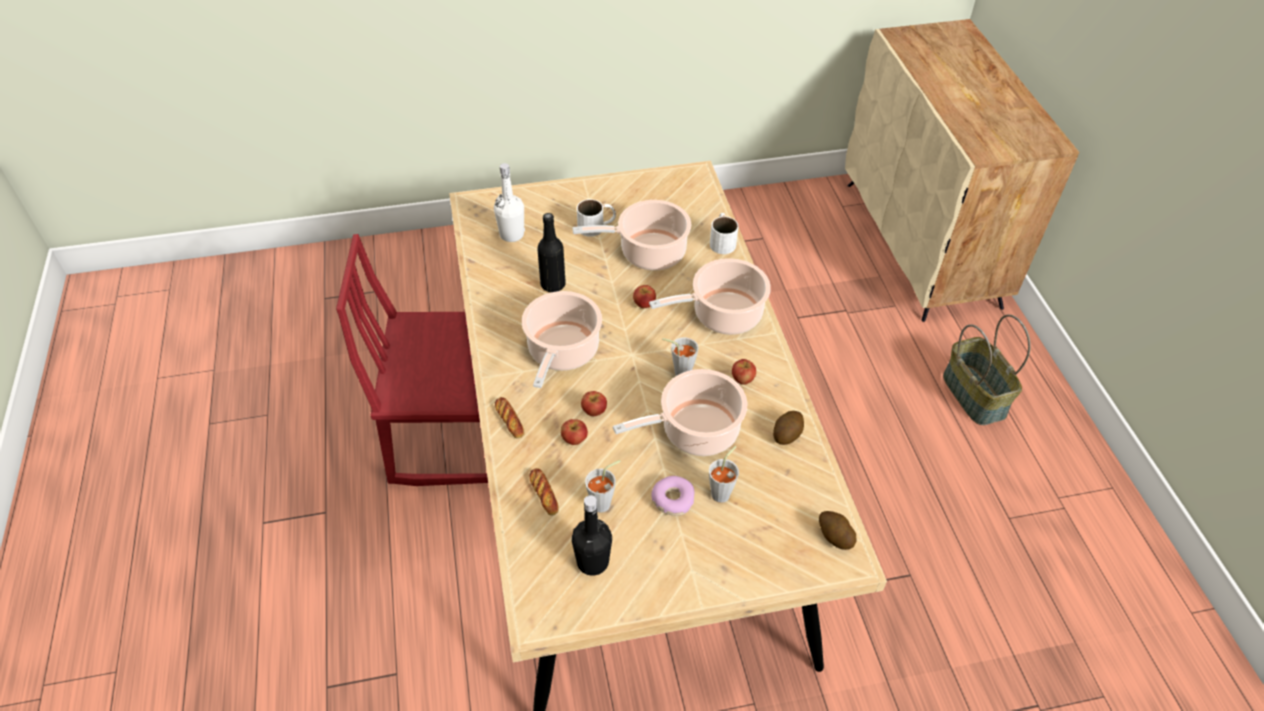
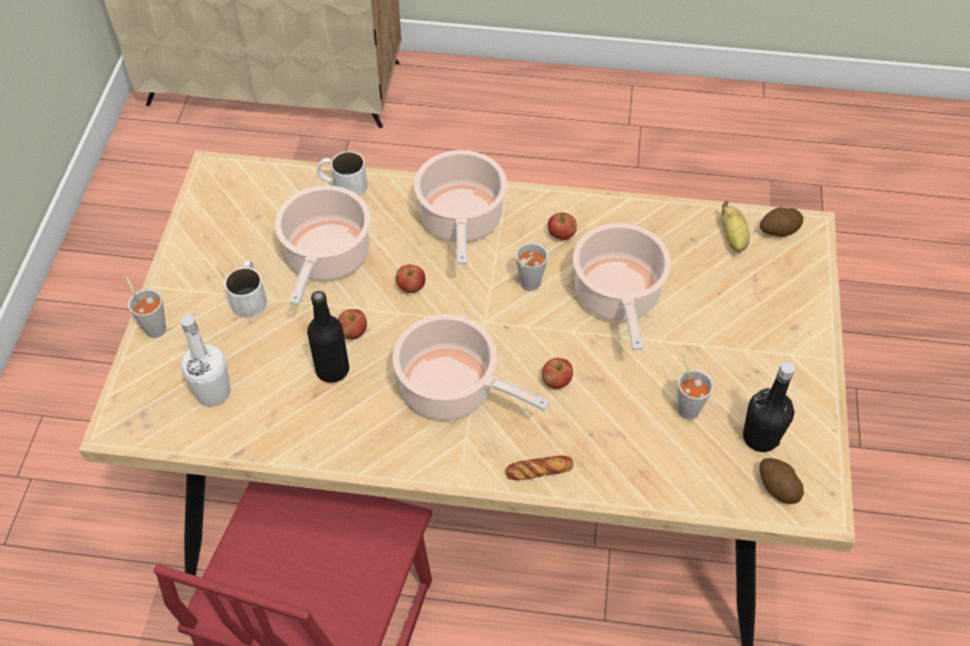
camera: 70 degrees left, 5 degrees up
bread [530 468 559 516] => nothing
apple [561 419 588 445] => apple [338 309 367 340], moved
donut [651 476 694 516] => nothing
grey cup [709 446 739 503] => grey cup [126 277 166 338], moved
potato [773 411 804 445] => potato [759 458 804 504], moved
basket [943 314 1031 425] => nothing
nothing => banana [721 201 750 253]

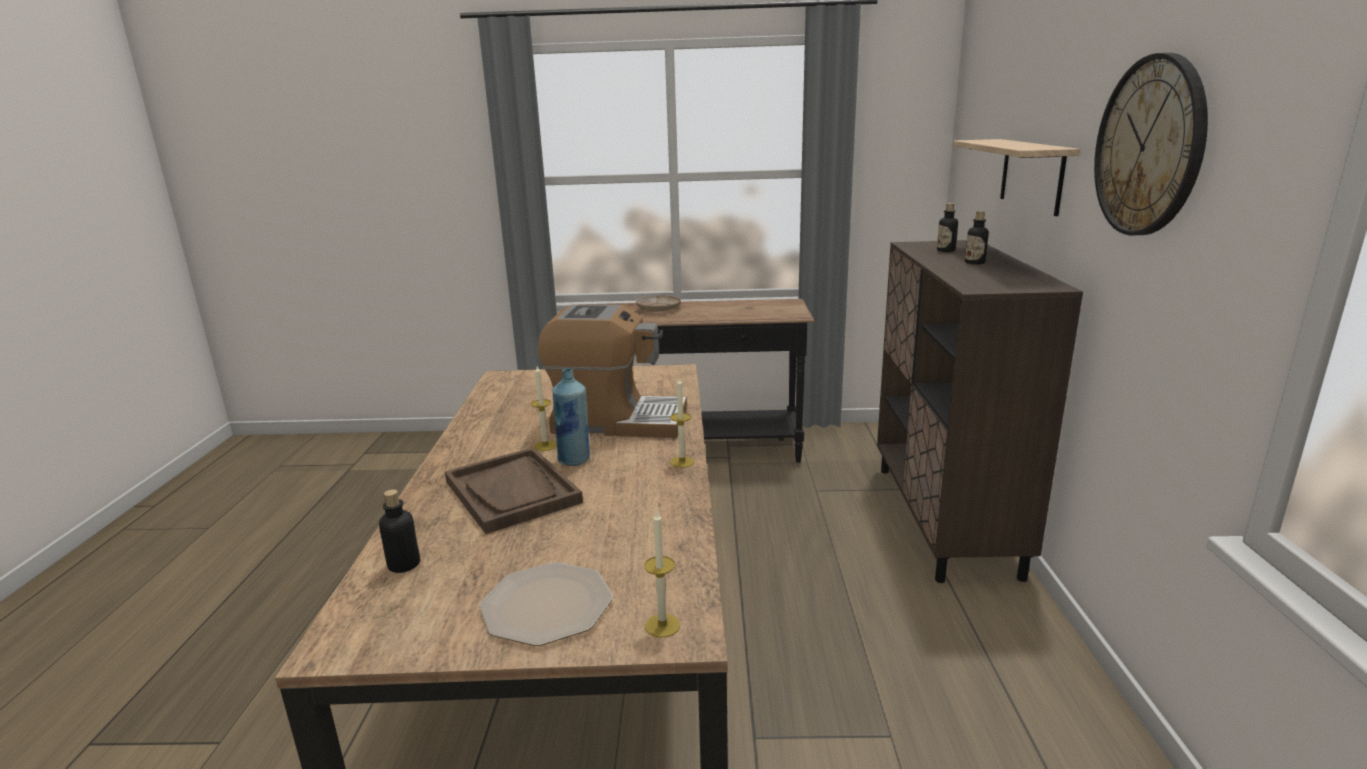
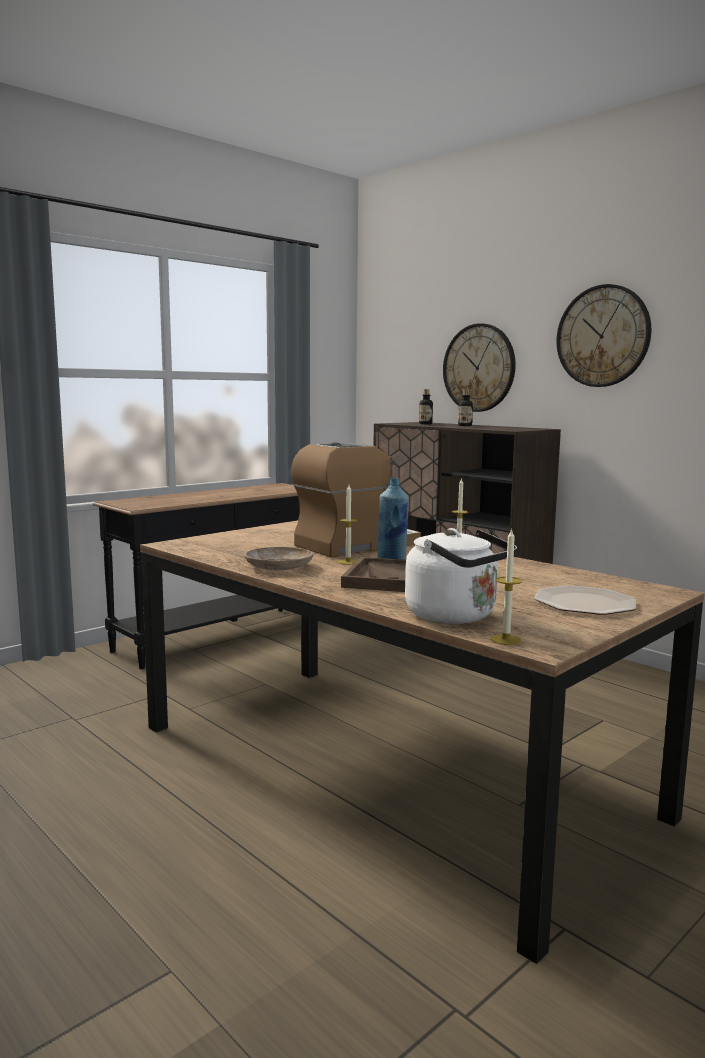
camera: 45 degrees left, 10 degrees down
bottle [379 489 420 573] => white kettle [405 528 517 624]
beige plate [636 295 681 312] => beige plate [245 547 313 571], moved
candle [644 512 680 638] => candle [491 528 522 645], moved
shelf [953 139 1080 216] => wall clock [443 323 516 412]

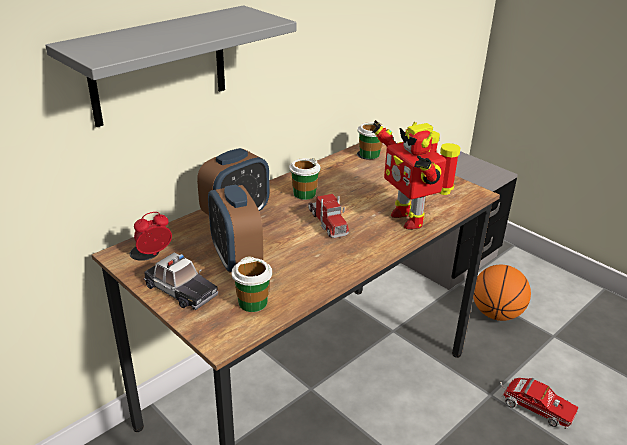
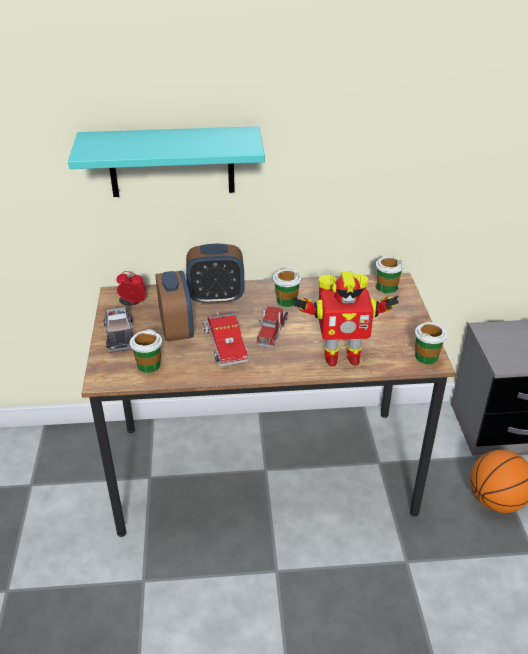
camera: 40 degrees right, 5 degrees up
grey shelf [45 5 296 127] => turquoise shelf [68 126 265 197]
alarm clock [208 185 263 273] => alarm clock [155 271 194 342], 150 degrees clockwise
toy robot [372 120 460 229] => toy robot [293 271 399 366], 105 degrees counterclockwise
toy truck [500 378 579 429] => toy truck [203 311 249 366], moved
nothing => cup [415 322 447 364]

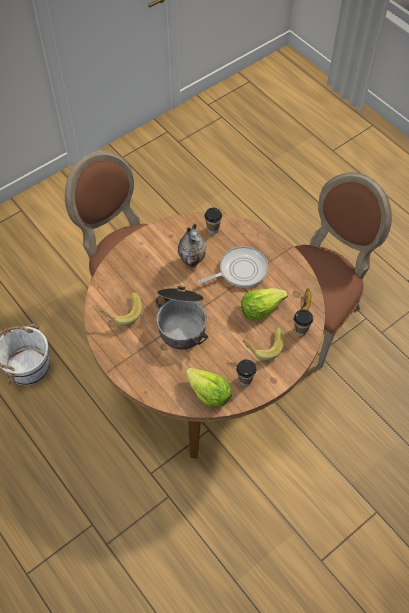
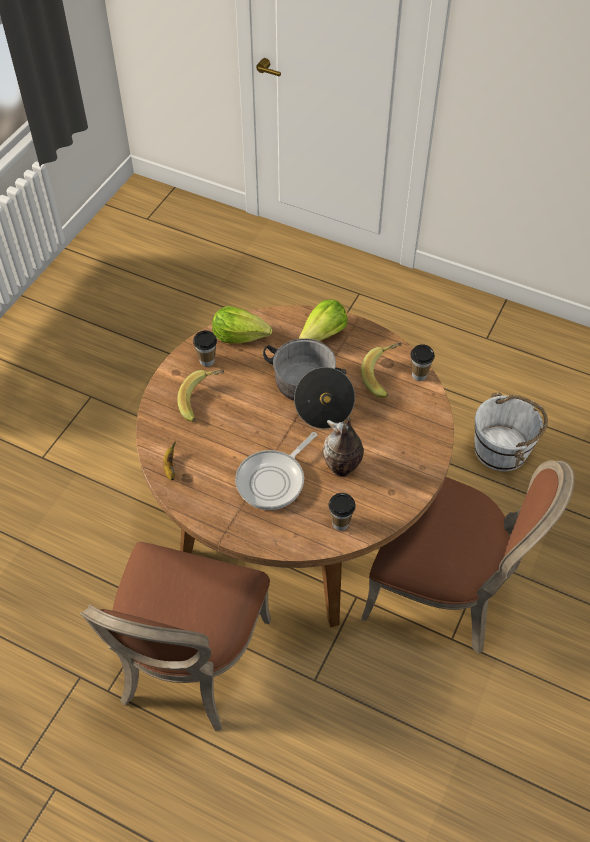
camera: 155 degrees right, 5 degrees down
lettuce [241 288 288 321] => lettuce [299 299 348 341], moved
cup [294 309 313 336] => cup [410 344 435 381], moved

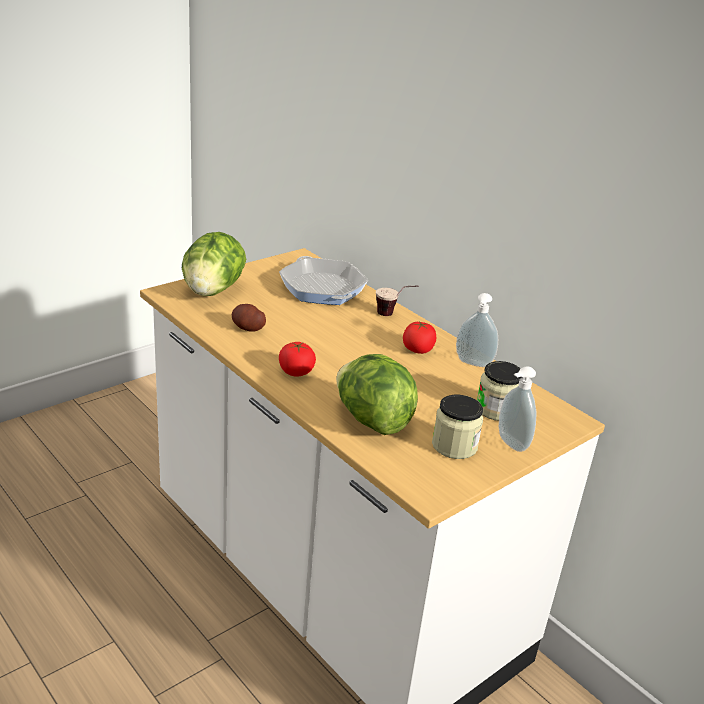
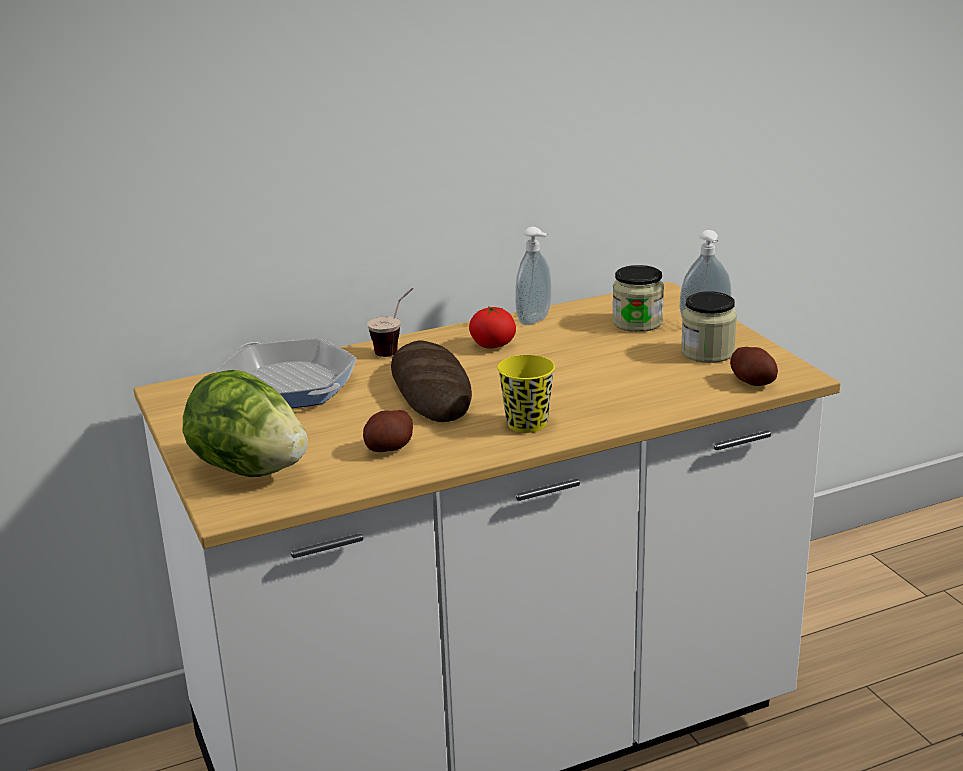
camera: 70 degrees left, 5 degrees down
frying pan [279 256 368 305] => frying pan [215 338 357 408], 120 degrees counterclockwise
tomato [279 342 316 377] => yellow cup [497 355 555 433]
lettuce [336 354 418 435] => nothing
nothing => bread [391 340 472 422]
nothing => potato [730 347 778 386]

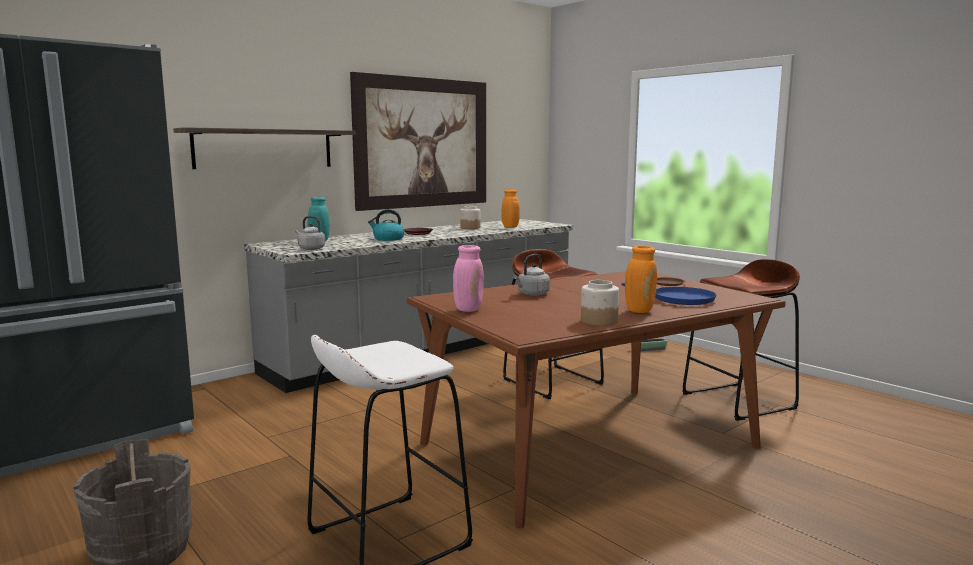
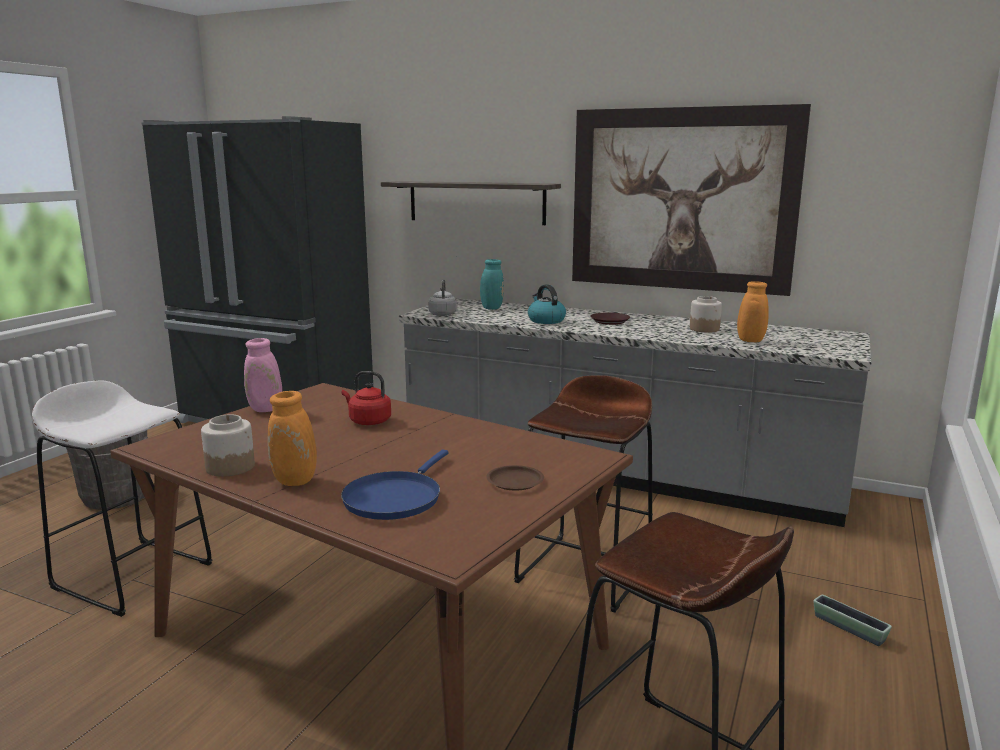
camera: 65 degrees right, 5 degrees up
grey kettle [513 254 550 296] => red kettle [342 371 391 425]

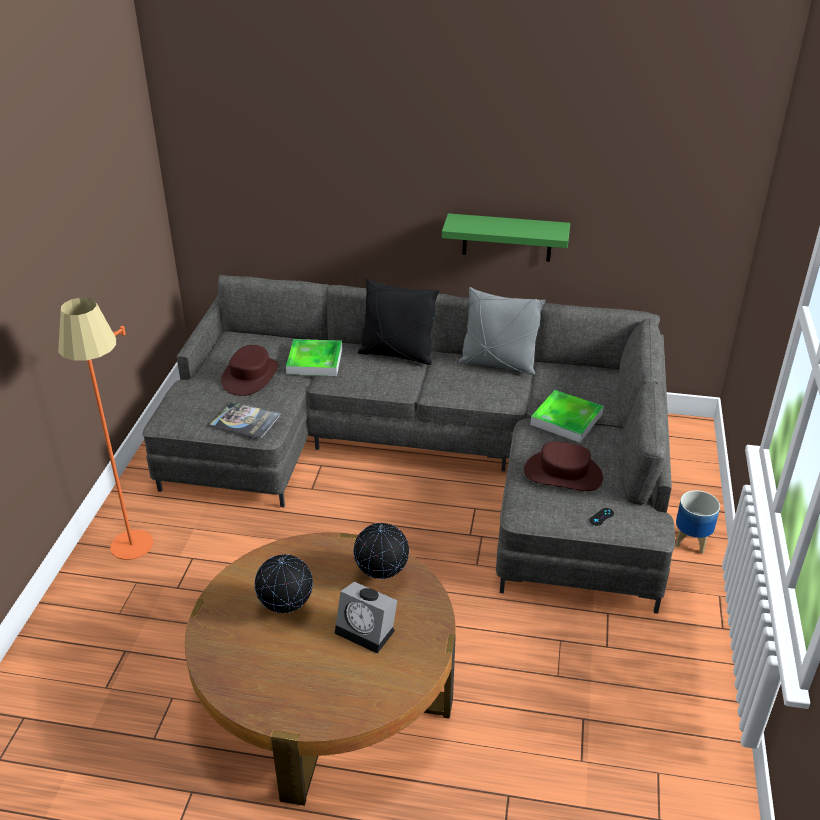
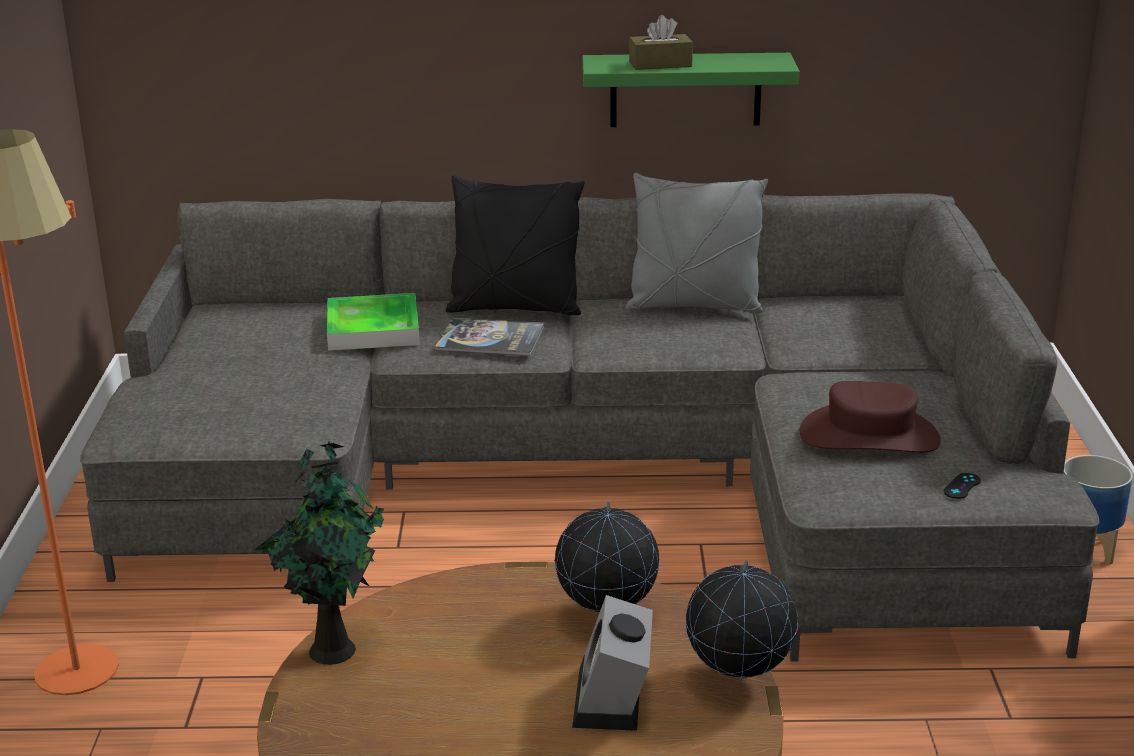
camera: 10 degrees left, 10 degrees down
book [210 402 281 439] => book [435 318 545 356], moved
brown hat [221 345 278 396] => nothing
globe [255 554 313 613] => globe [686 560 798 680], moved
alarm clock [335 582 397 654] => alarm clock [572 595 653 731], 75 degrees clockwise
tray [530 390 604 443] => nothing
nothing => potted plant [255 441 384 665]
nothing => brown tissue box [629 15 693 70]

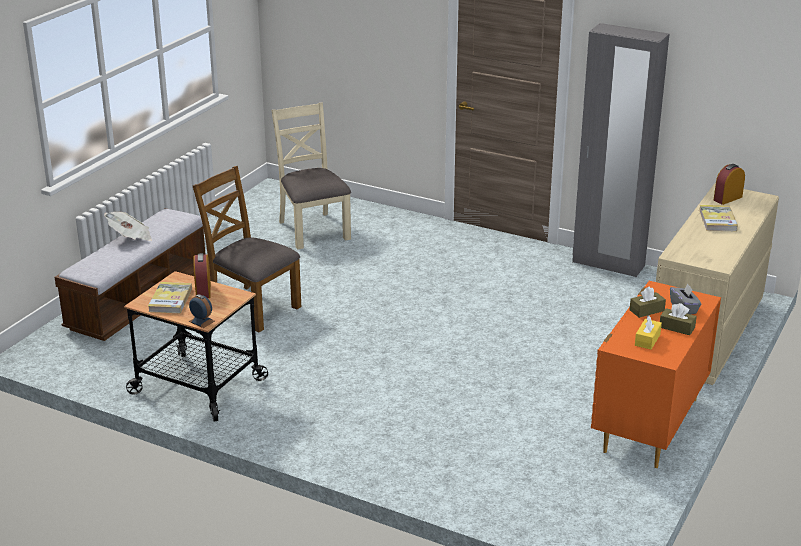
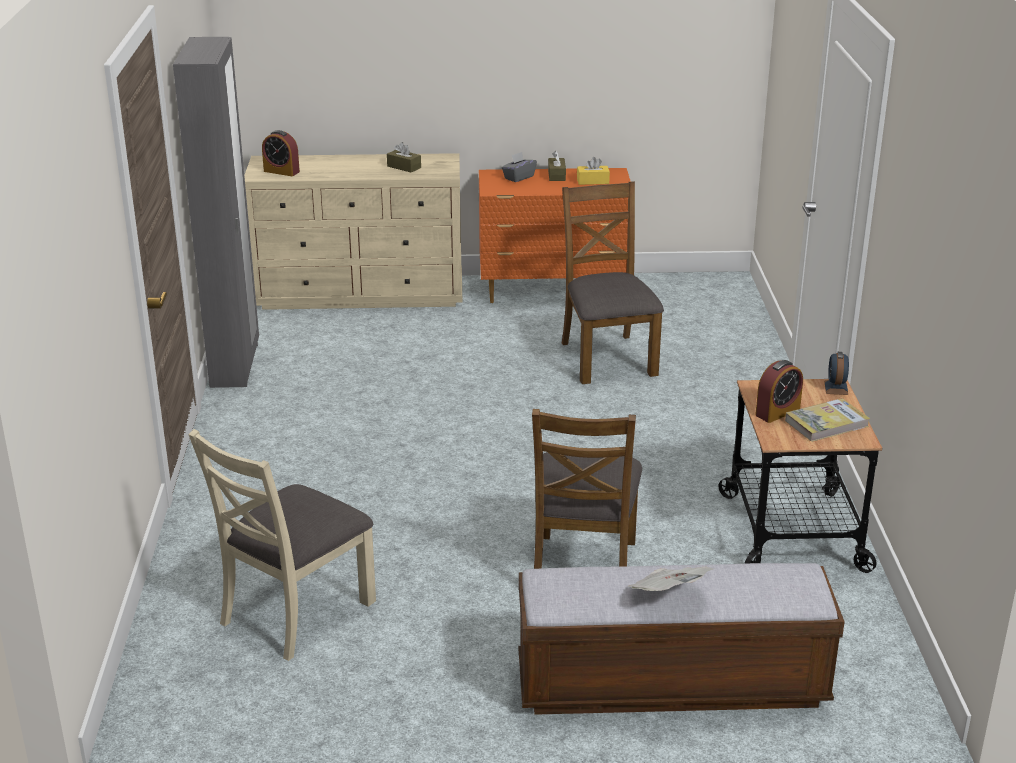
camera: 120 degrees left, 0 degrees up
brown tissue box [630 286 666 318] => brown tissue box [387 142 421 172], moved
book [699 205 738 231] => nothing
nothing => brown chair [562 181 664 384]

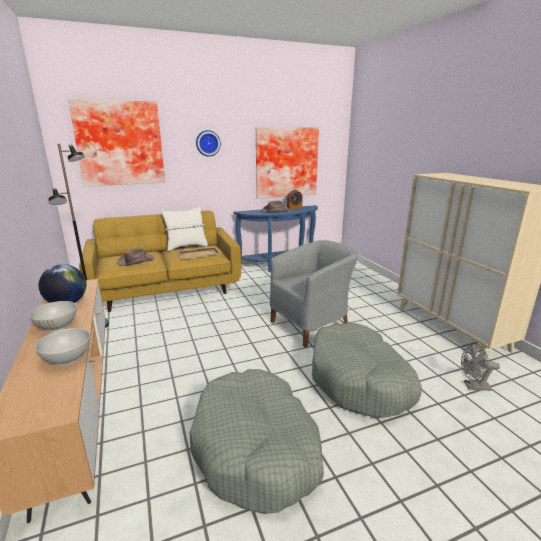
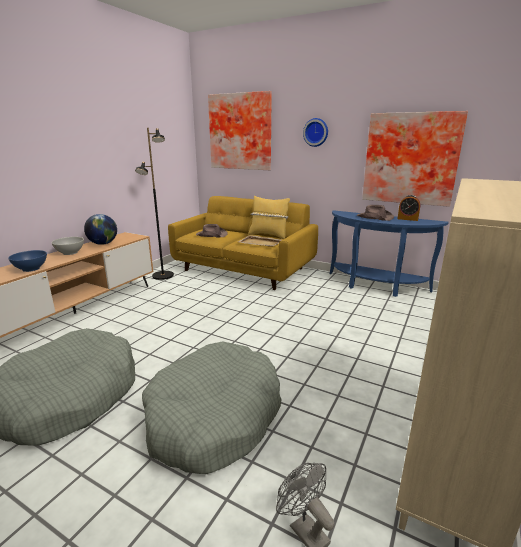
camera: 50 degrees right, 0 degrees up
white bowl [35 328 90 365] => blue bowl [8 250 47 272]
white pillow [162 207 208 251] => yellow pillow [248 196 290 239]
grey armchair [270 240 358 348] => nothing

